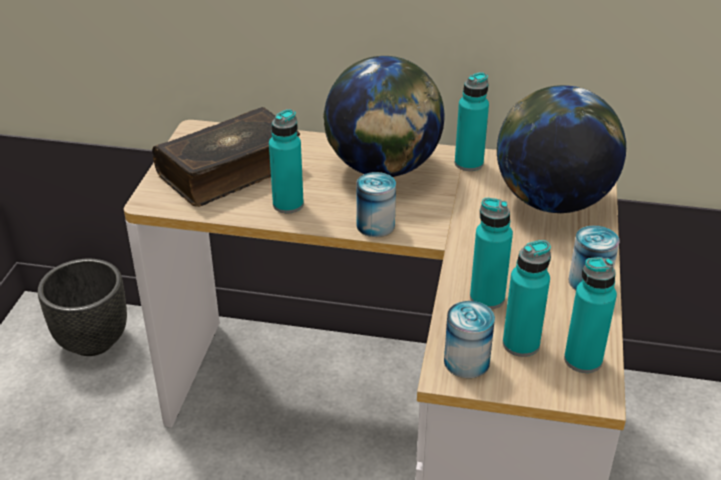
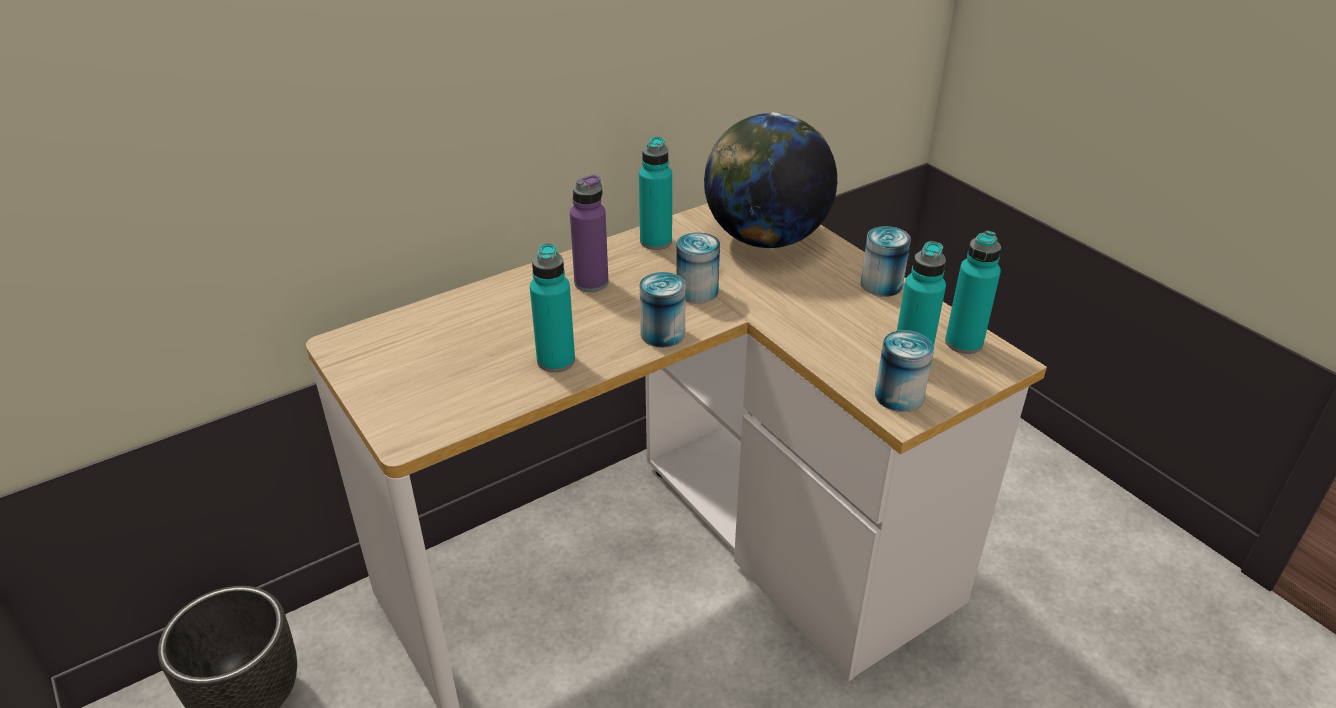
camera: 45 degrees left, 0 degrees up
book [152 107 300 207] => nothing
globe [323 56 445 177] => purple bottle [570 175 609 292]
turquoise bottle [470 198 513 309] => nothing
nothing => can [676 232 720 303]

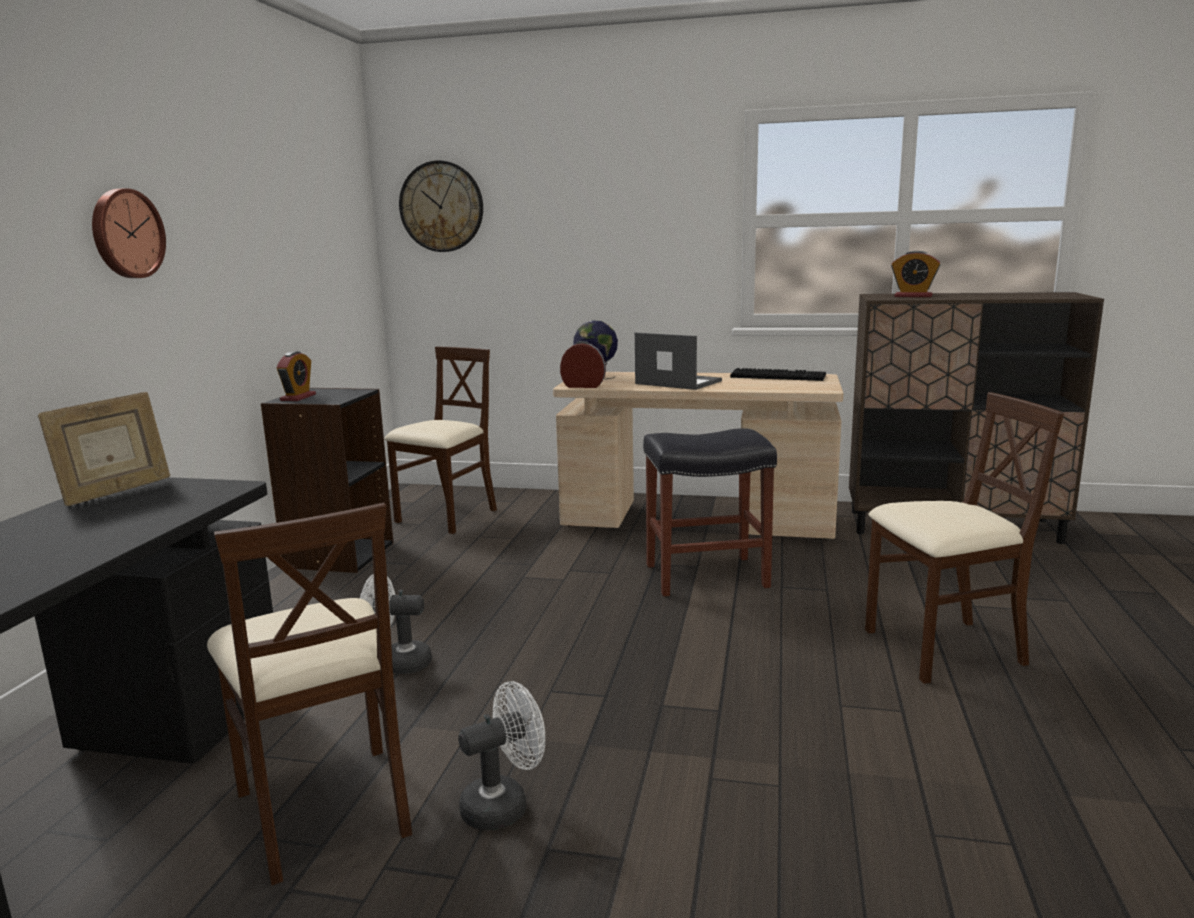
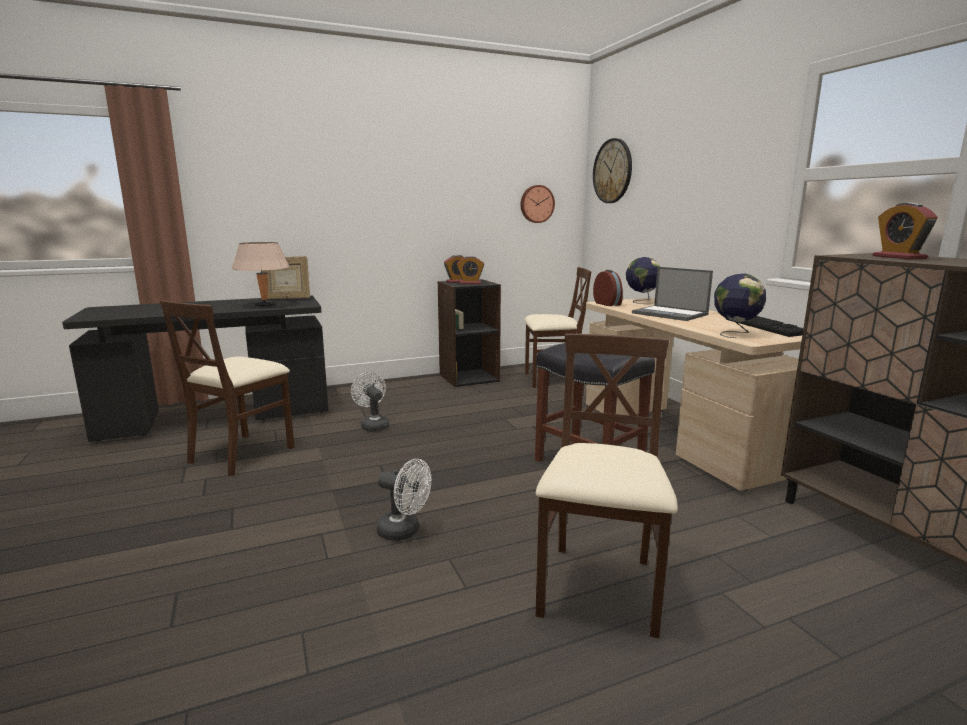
camera: 55 degrees right, 0 degrees up
wall clock [92 188 166 278] => wall clock [520 185 555 223], moved
white fan [458 681 545 830] => white fan [377 459 432 541], moved
laptop [635 332 722 390] => laptop [632 267 713 321], 135 degrees clockwise
beige chair [865 392 1064 684] => beige chair [535 333 678 638], 120 degrees counterclockwise
nothing => beige table lamp [232 242 290 306]
nothing => alarm clock [456 256 484 284]
nothing => globe [714 273 766 338]

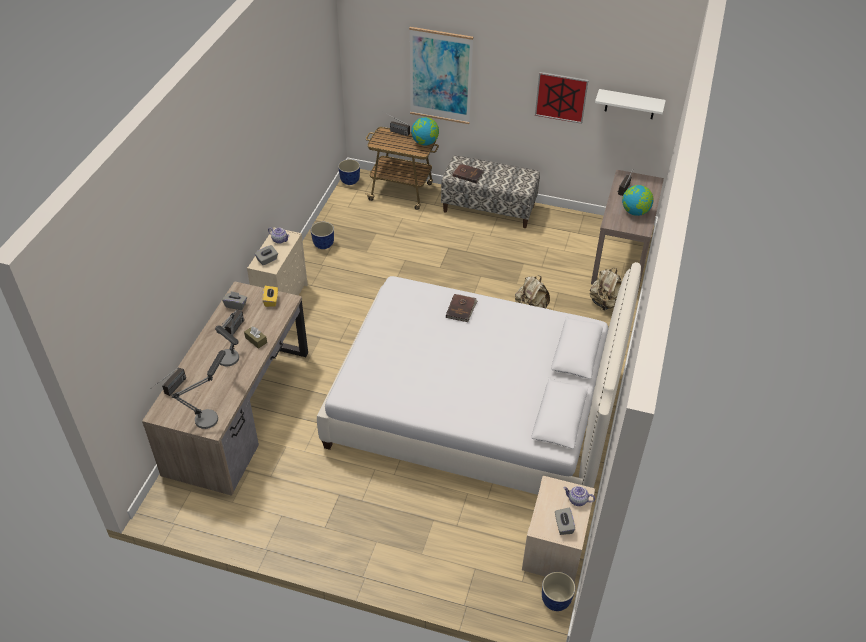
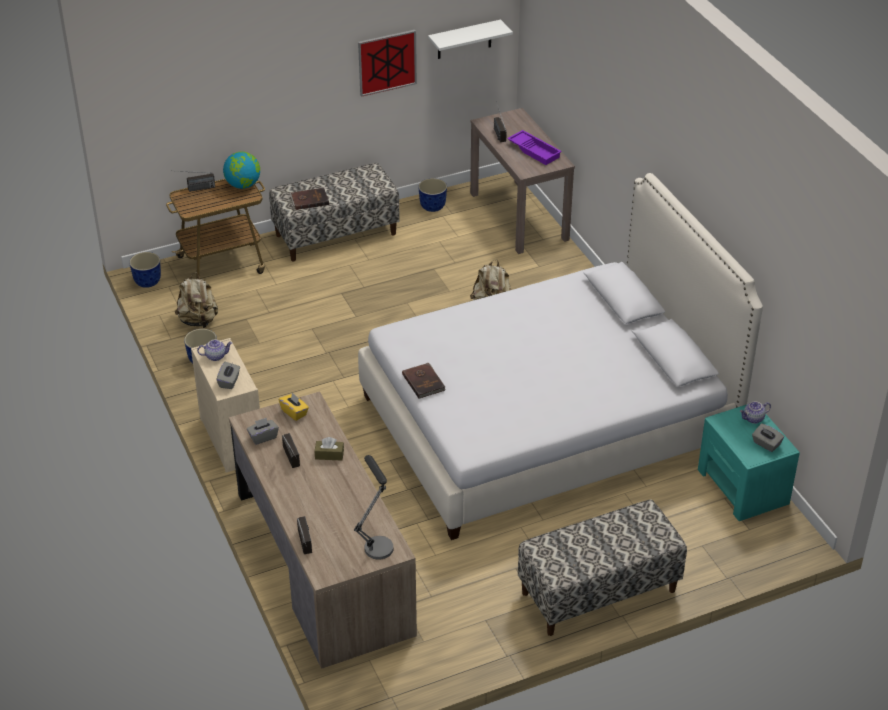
camera: 40 degrees left, 5 degrees down
table lamp [215 313 239 366] => nothing
picture [409 27 473 124] => nothing
brown book [446 294 478 322] => brown book [402 362 446 398], moved
beige nightstand [522 476 595 583] => turquoise nightstand [698 405 800 521]
planter [542 572 575 611] => planter [418 178 447 212], moved
beige backpack [590 268 622 310] => beige backpack [175 272 218 329], moved
globe [622 185 654 216] => purple tray [507 130 562 165]
nothing => bench [518 500 687 636]

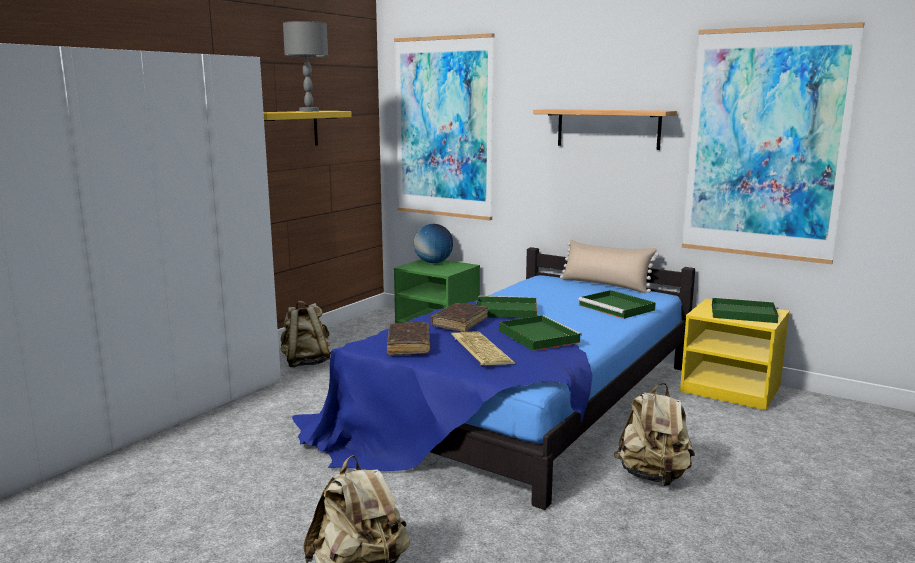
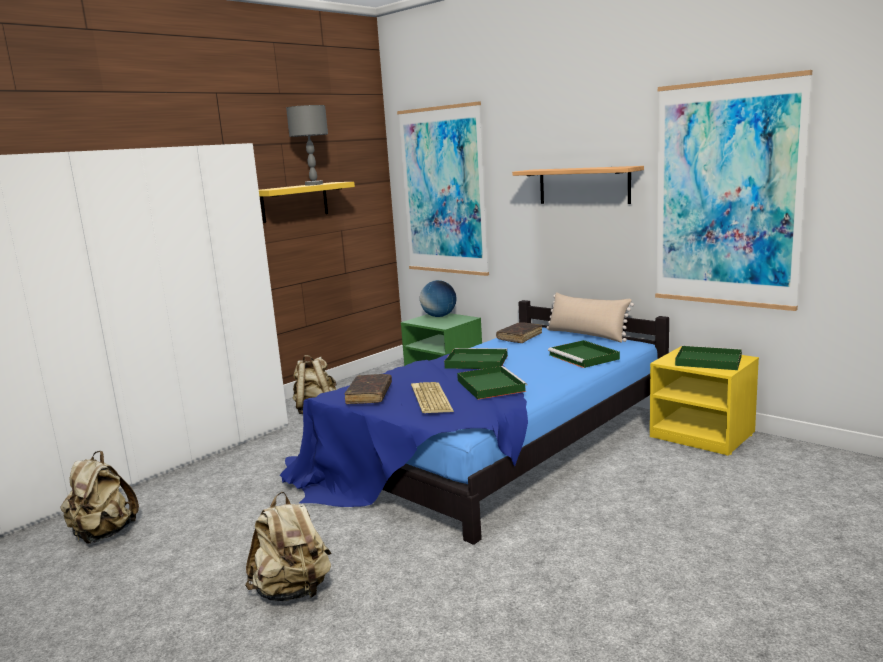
camera: 10 degrees right, 0 degrees up
brown book [431 303 488 332] => brown book [496 322 542 343], moved
beige backpack [614 383 695 486] => beige backpack [60 451 139 544], moved

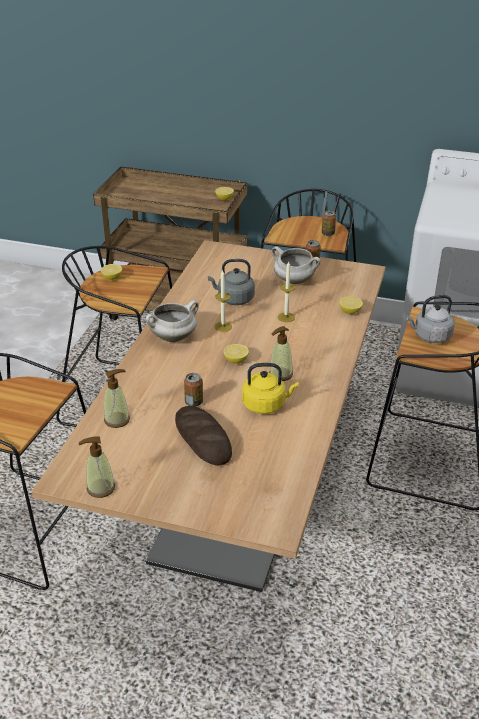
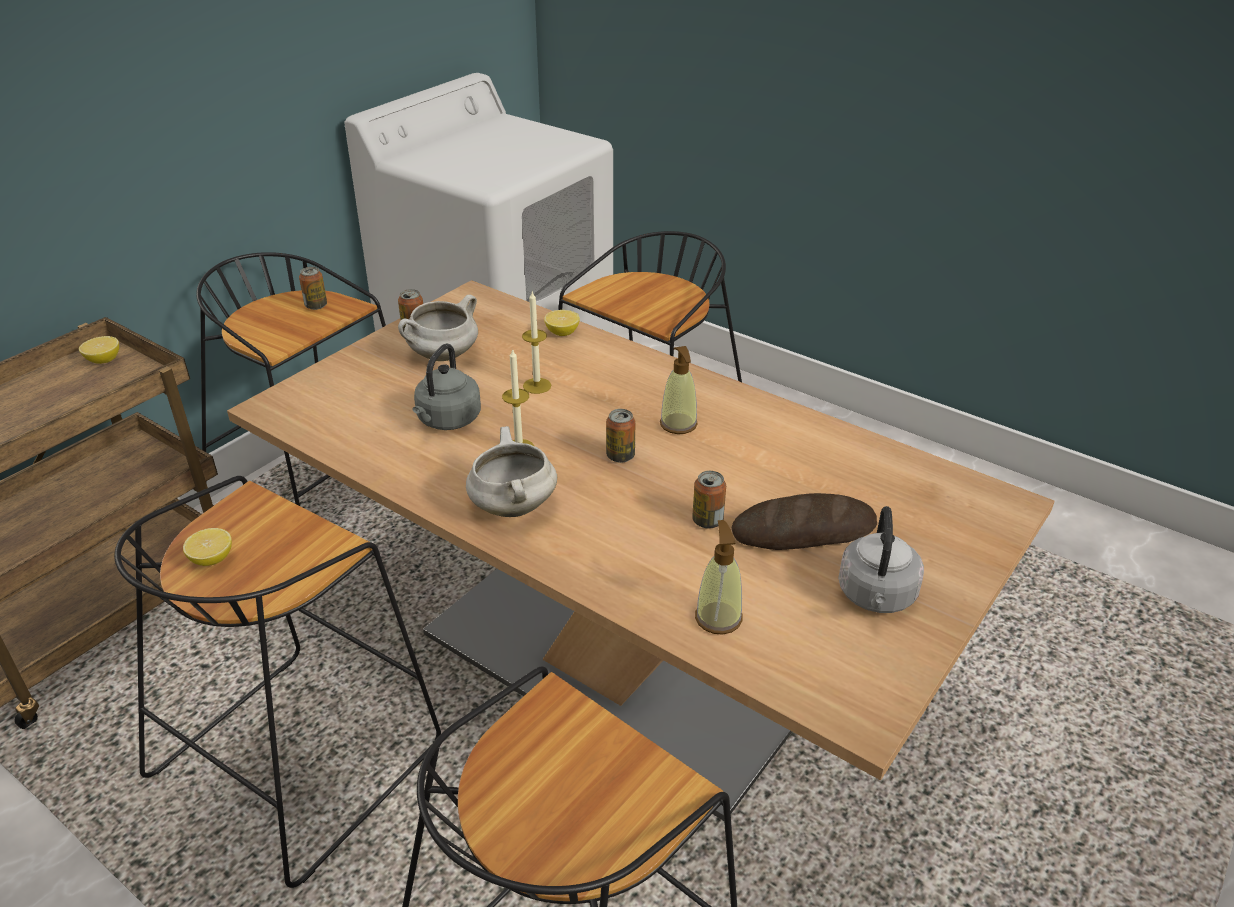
camera: 70 degrees left, 0 degrees up
soap dispenser [79 436 115 498] => nothing
lemon [224 344 249 364] => can [606 409 635 463]
yellow kettle [242 363 299 414] => nothing
grey kettle [406 295 455 343] => grey kettle [838 506 924 613], moved

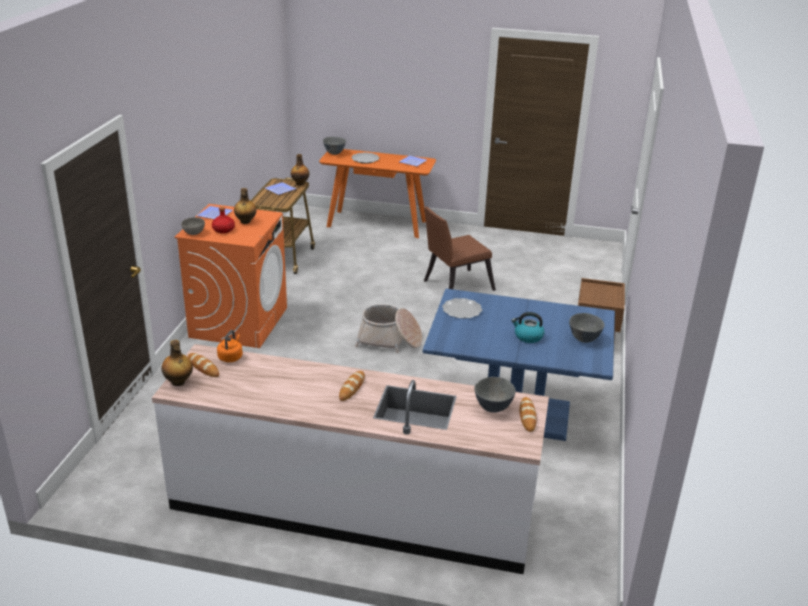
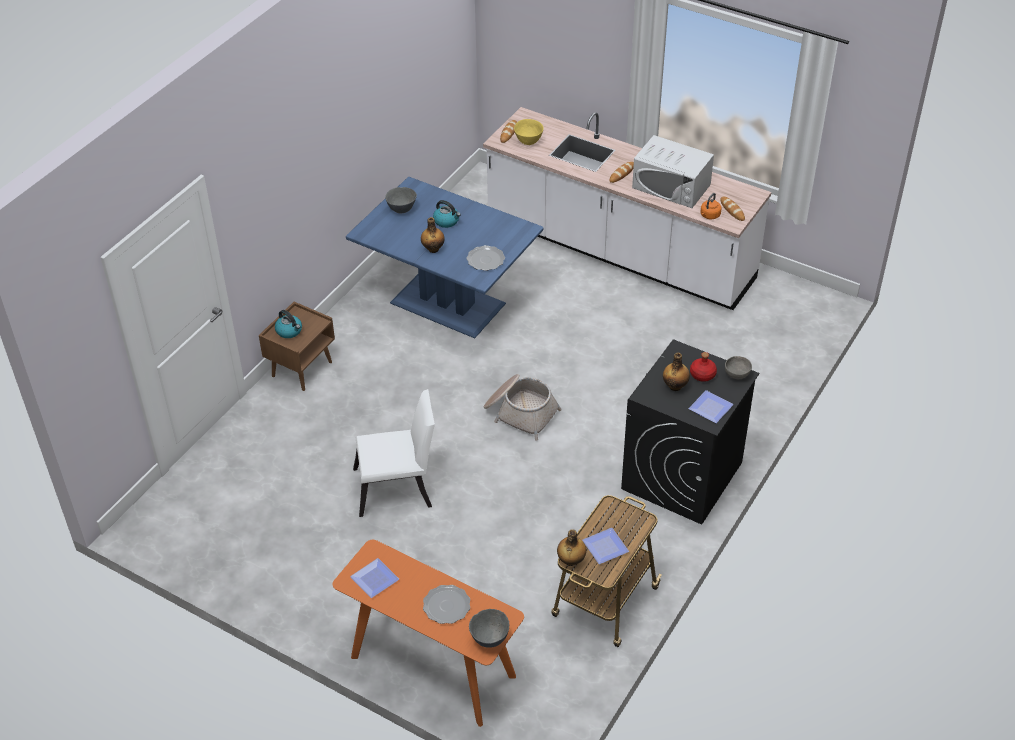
camera: 160 degrees left, 15 degrees up
bottle [162 340 193 386] => bottle [421 217 445 253], moved
orange washing machine [175 204 287 348] => black washing machine [621 340 759 525]
brown chair [424 206 496 291] => white chair [353 389 435 517]
grey bowl [474 377 516 413] => yellow bowl [514 119 544 145]
nothing => kettle [275 310 302 338]
nothing => white microwave [632 135 714 208]

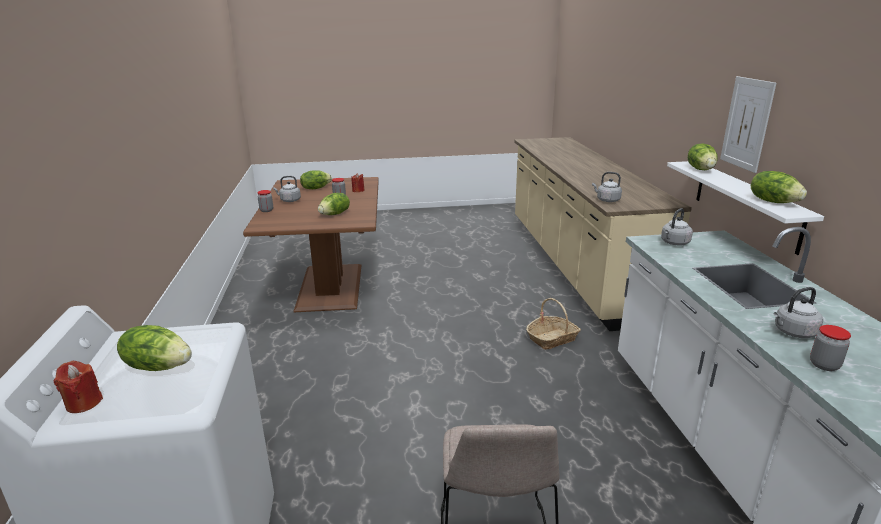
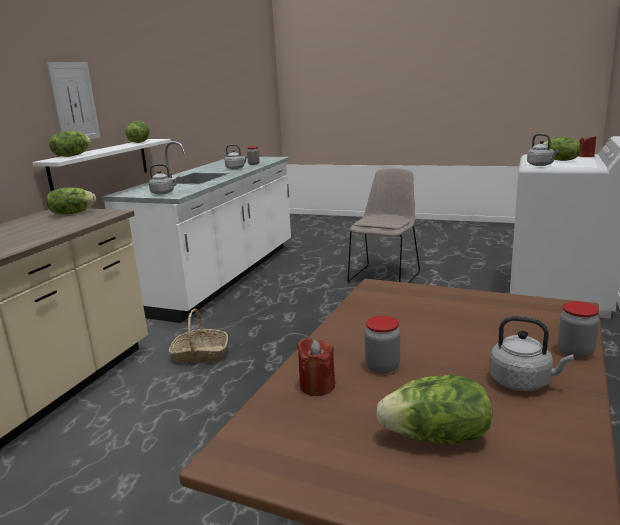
camera: 150 degrees left, 5 degrees down
lettuce [318 193 350 215] => lettuce [47 187 96 214], moved
grey kettle [592 172 622 202] => grey kettle [527 134 559 166], moved

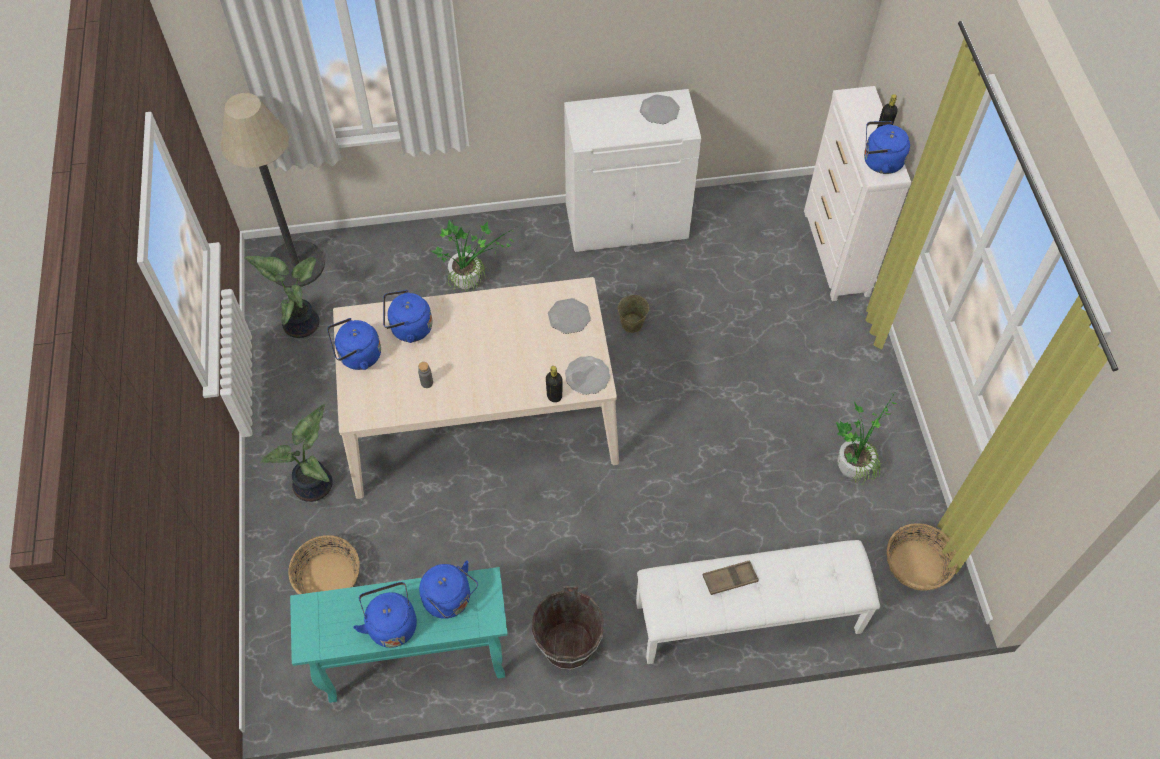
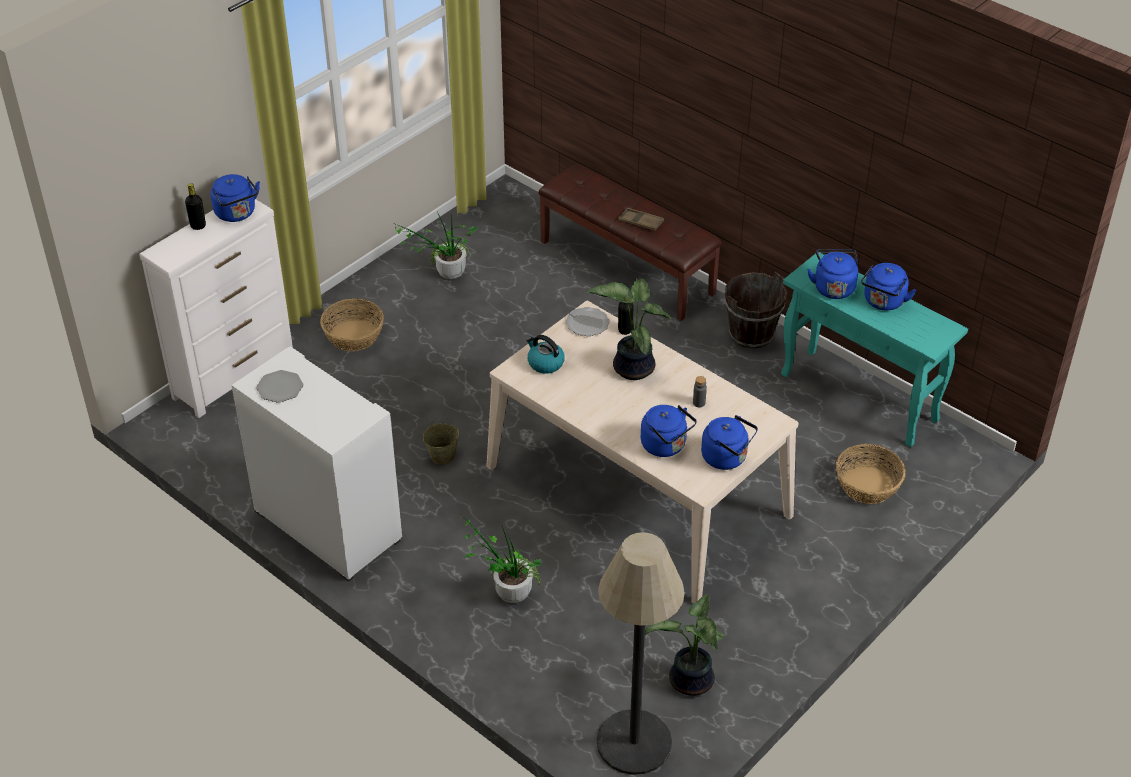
camera: 130 degrees left, 15 degrees down
potted plant [261 404 333 502] => potted plant [587 278 672 380], moved
plate [548 298 591 334] => kettle [526 335 565 374]
white bench [636 540 880 664] => brown bench [539 165 722 321]
basket [887 523 958 591] => basket [320 299 384 351], moved

